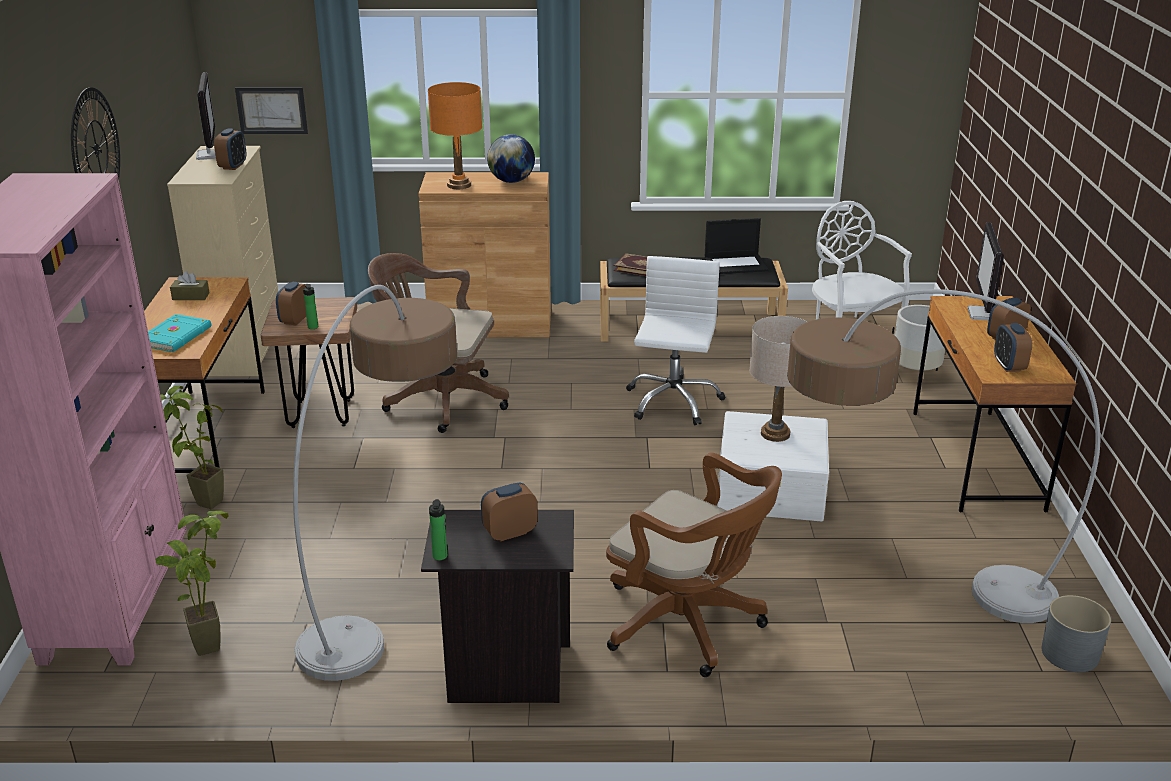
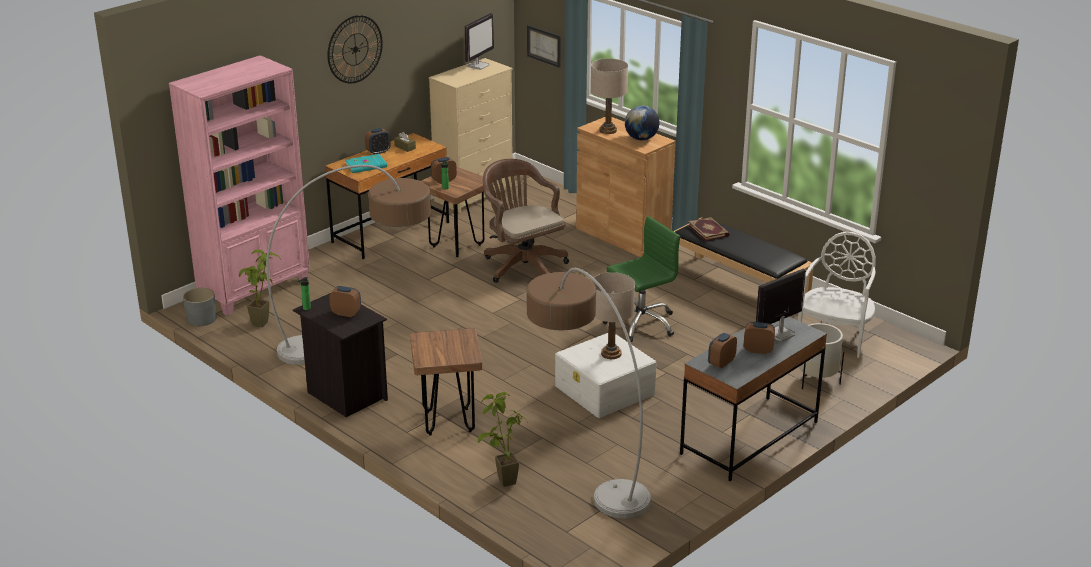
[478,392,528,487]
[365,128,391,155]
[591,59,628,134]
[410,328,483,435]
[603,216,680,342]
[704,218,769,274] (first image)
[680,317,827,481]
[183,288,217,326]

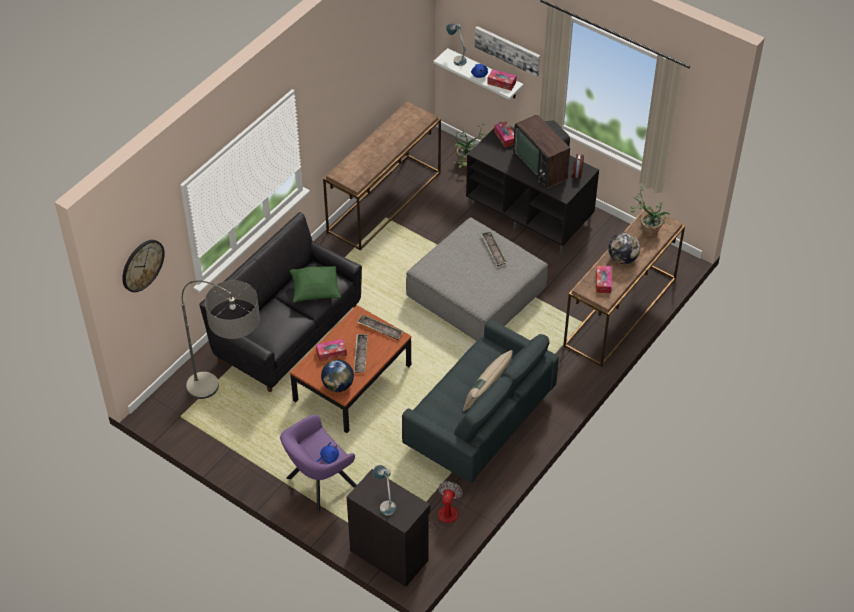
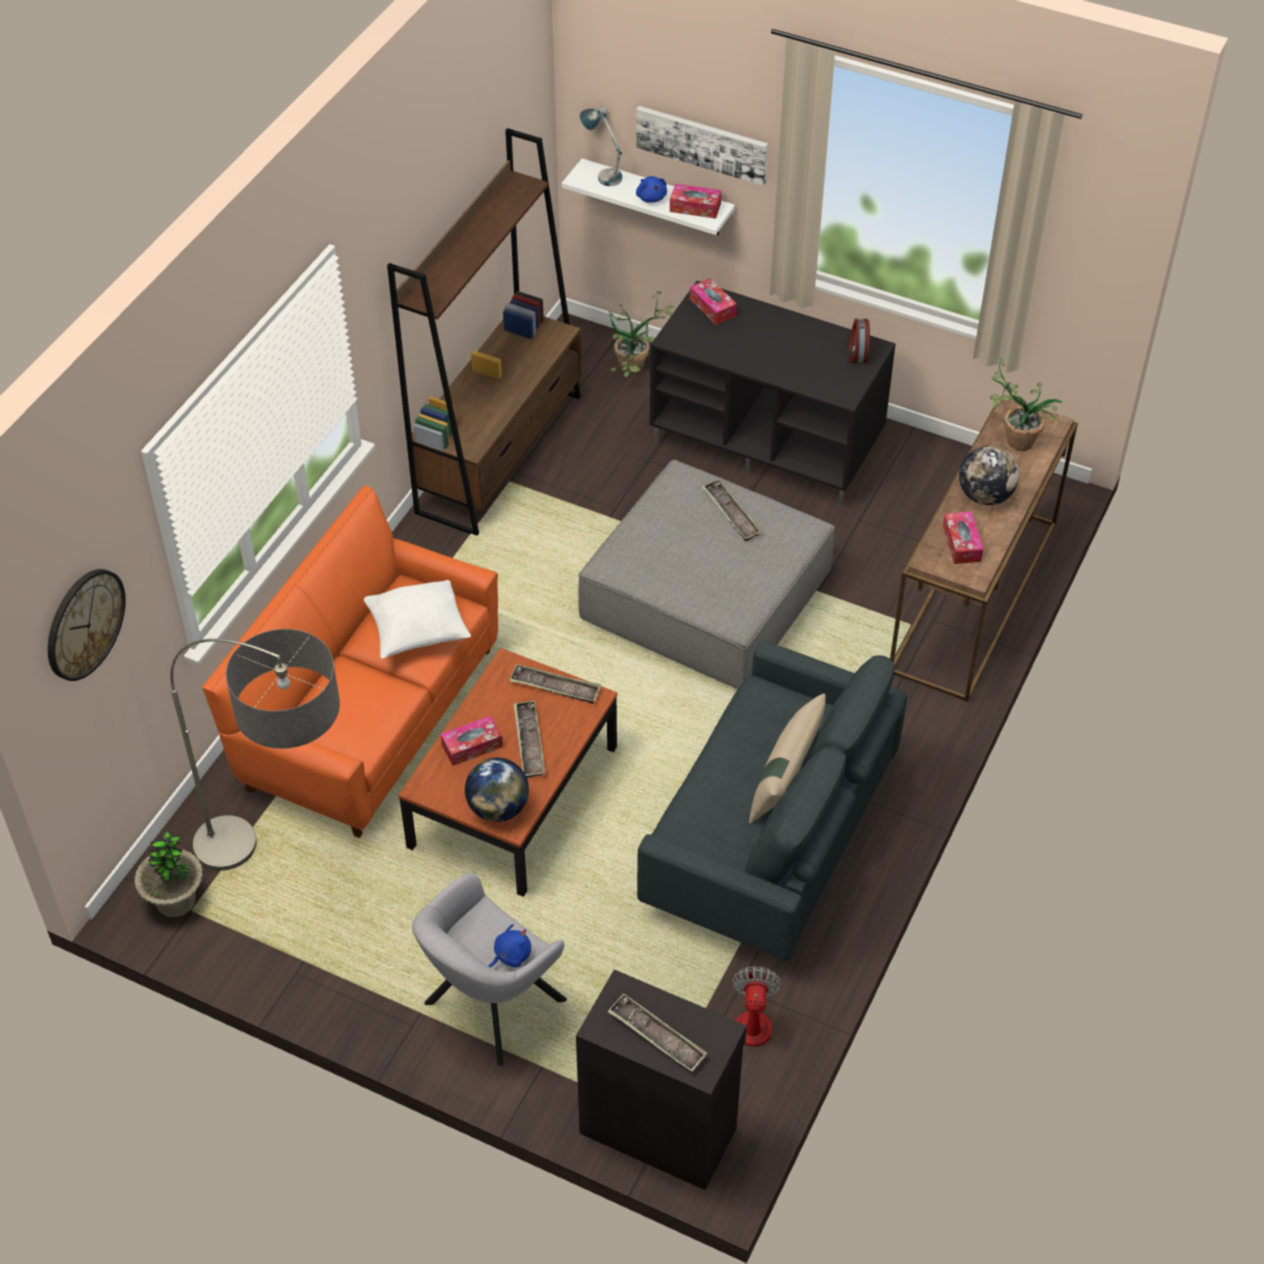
[202,486,498,838]
[412,873,567,1066]
[364,580,471,659]
[387,128,582,536]
[607,993,708,1073]
[513,115,570,188] (first image)
[134,831,203,917]

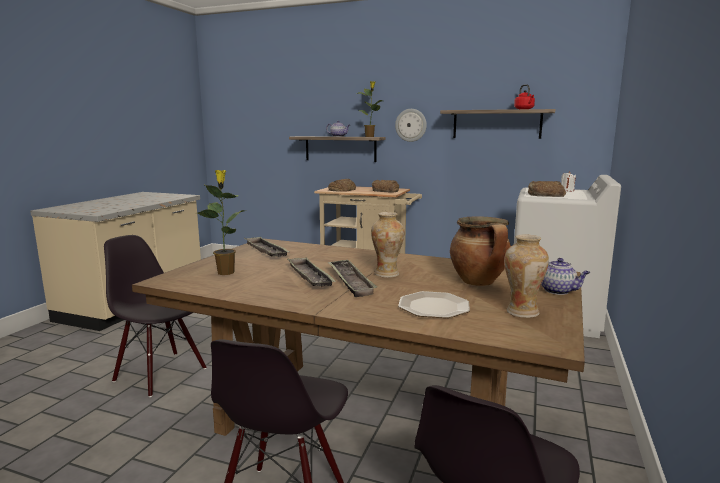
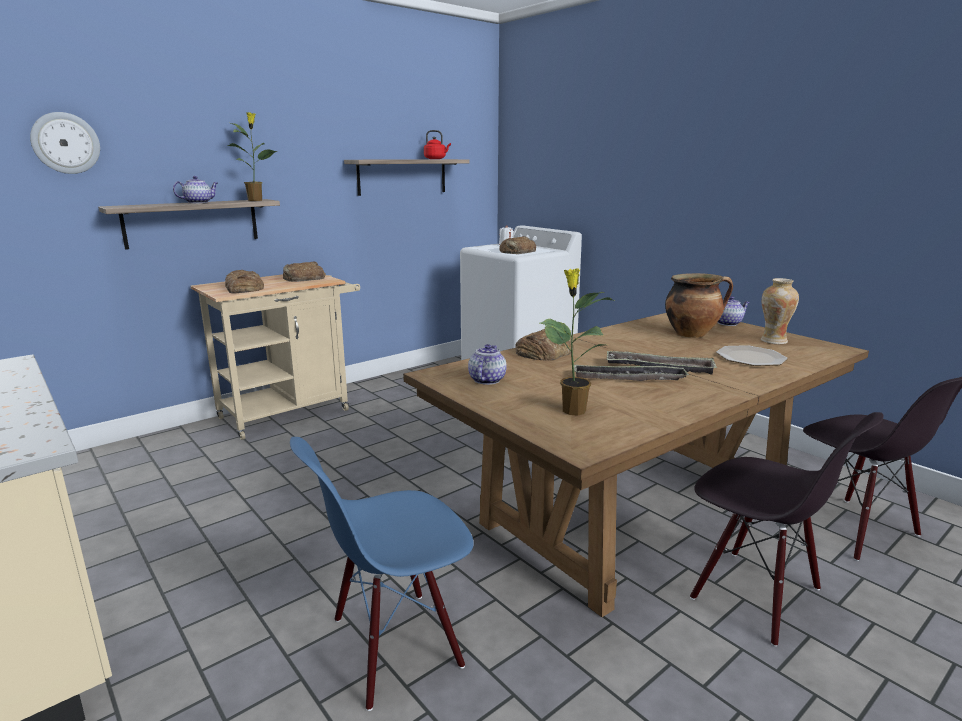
[290,437,474,711]
[468,344,507,385]
[371,212,405,278] (first image)
[30,112,100,174]
[515,329,573,360]

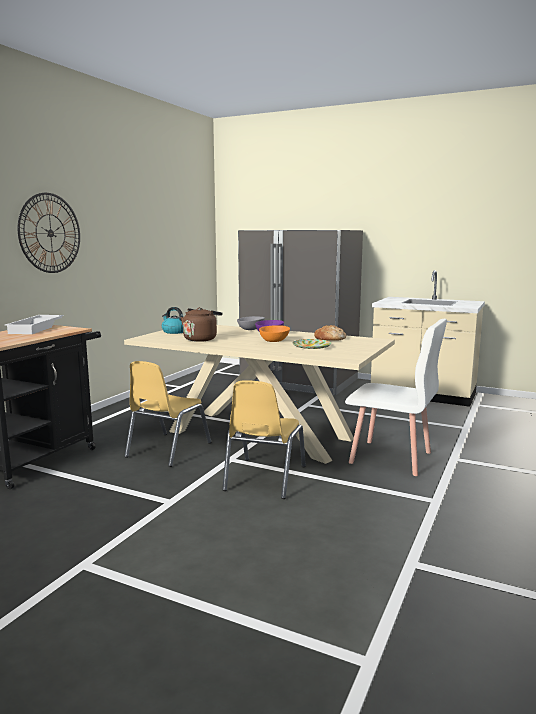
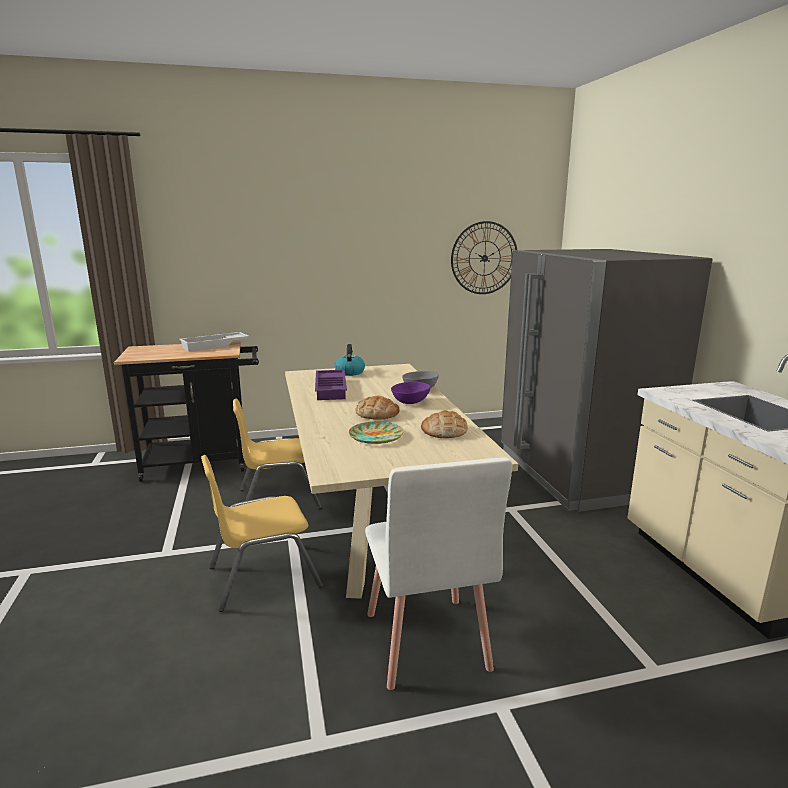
[451,221,517,294]
[315,370,347,400]
[356,395,400,420]

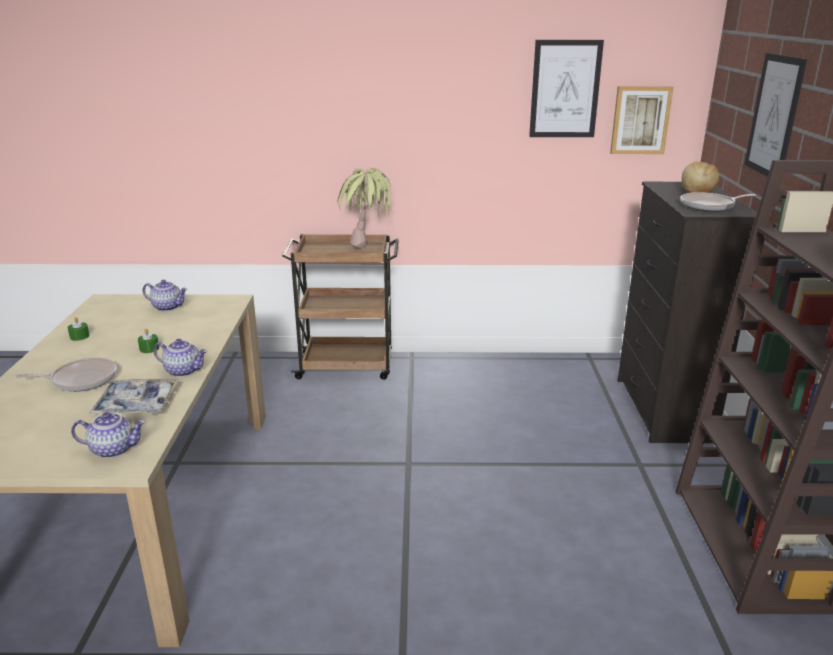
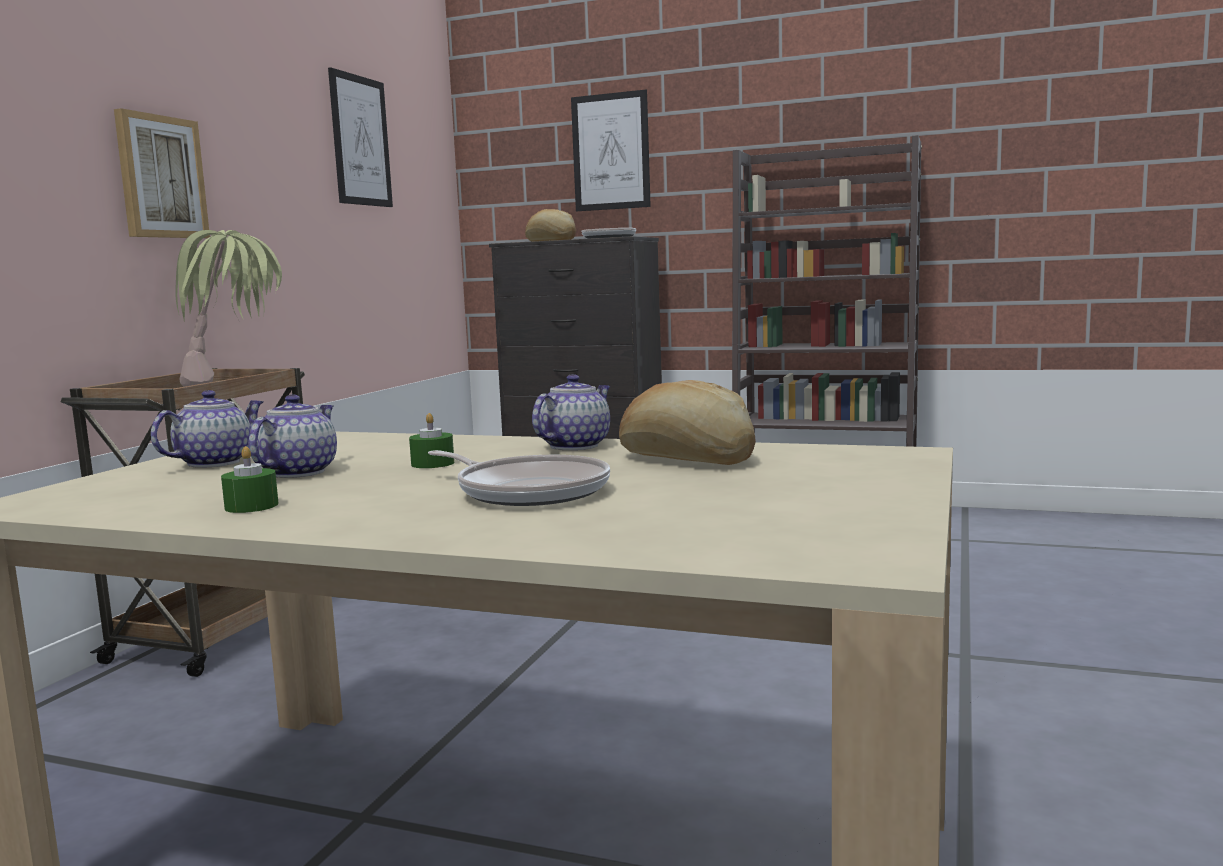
[428,450,610,506]
[248,395,337,478]
[619,380,756,465]
[114,108,210,238]

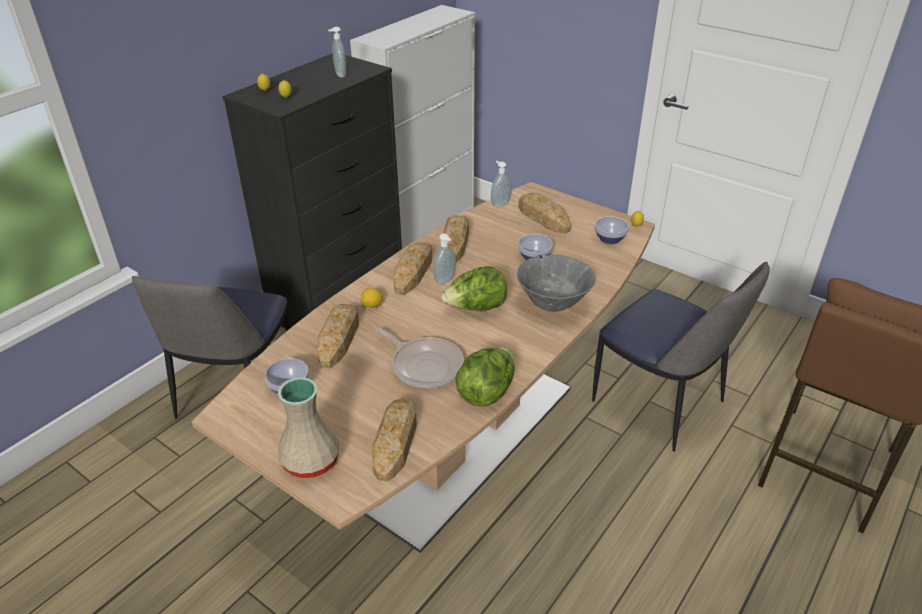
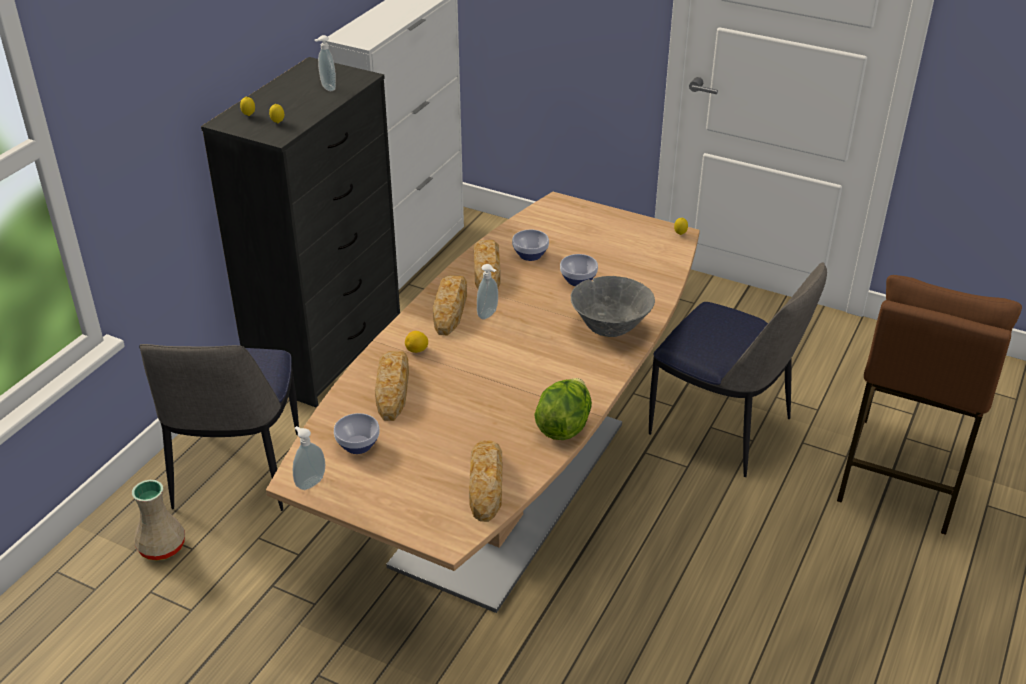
[132,480,185,560]
[375,328,464,388] (first image)
[441,266,507,311] (first image)
[293,426,325,490]
[518,193,571,234] (first image)
[512,230,549,261]

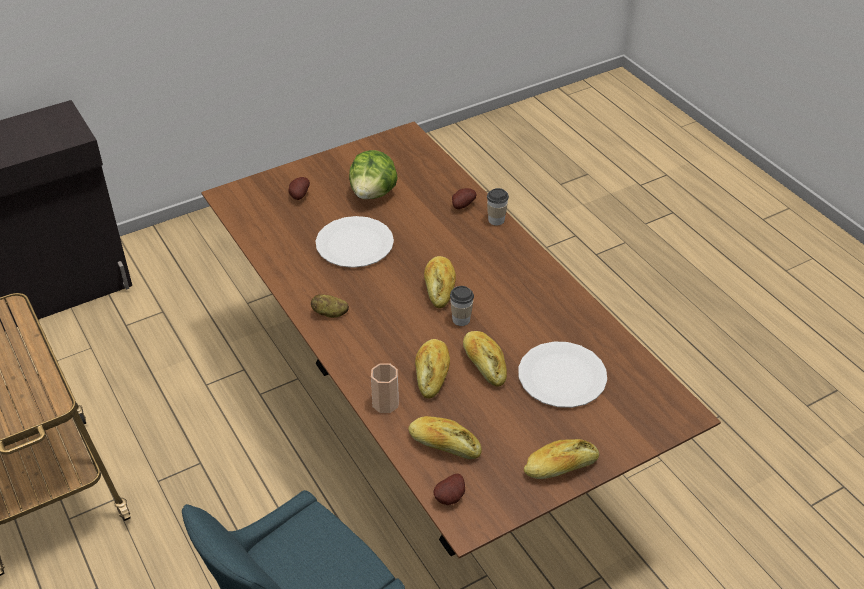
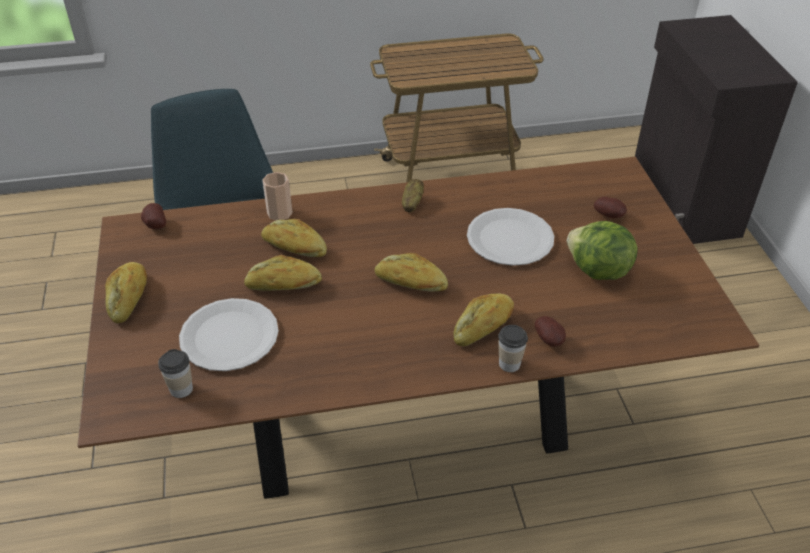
[454,294,514,346]
[158,349,193,398]

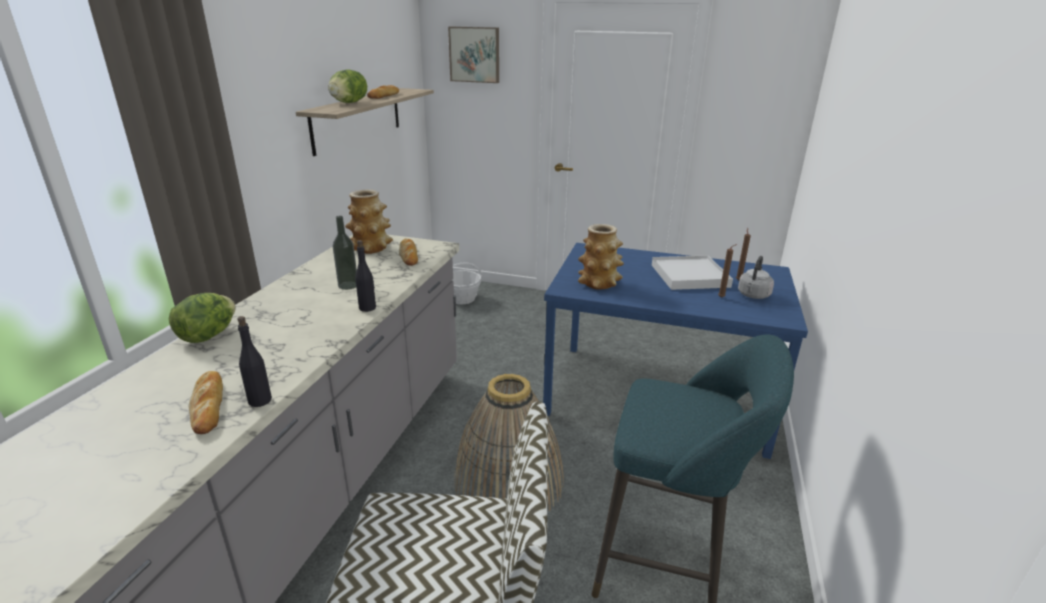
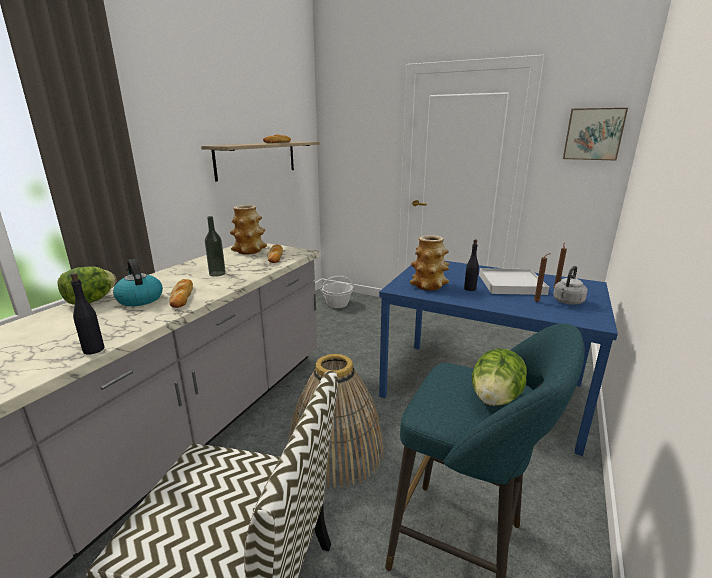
[169,279,193,308]
[472,348,527,406]
[464,239,479,291]
[563,108,628,161]
[113,259,163,306]

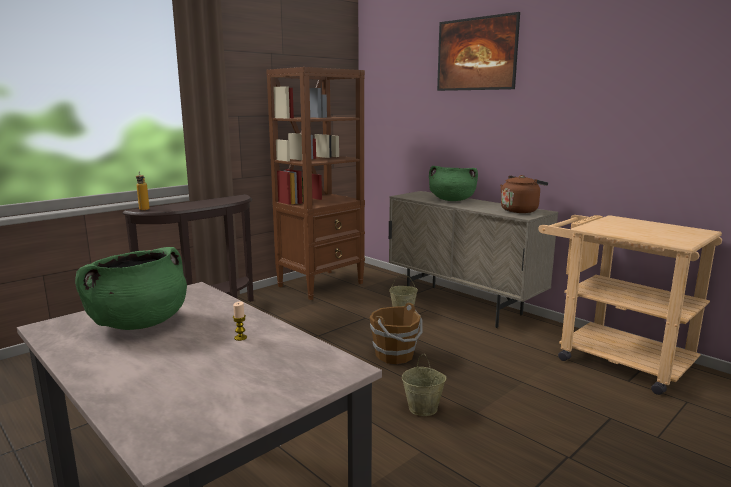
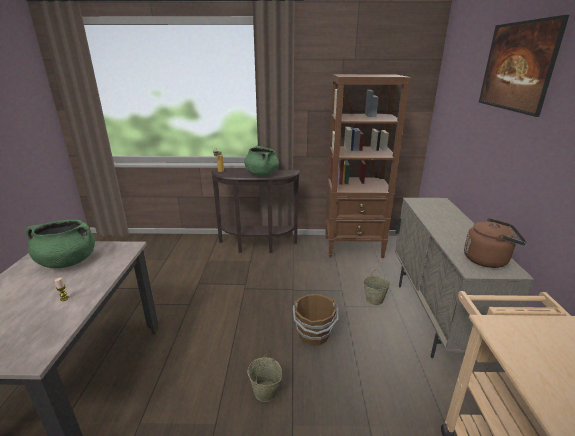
[244,146,279,176]

